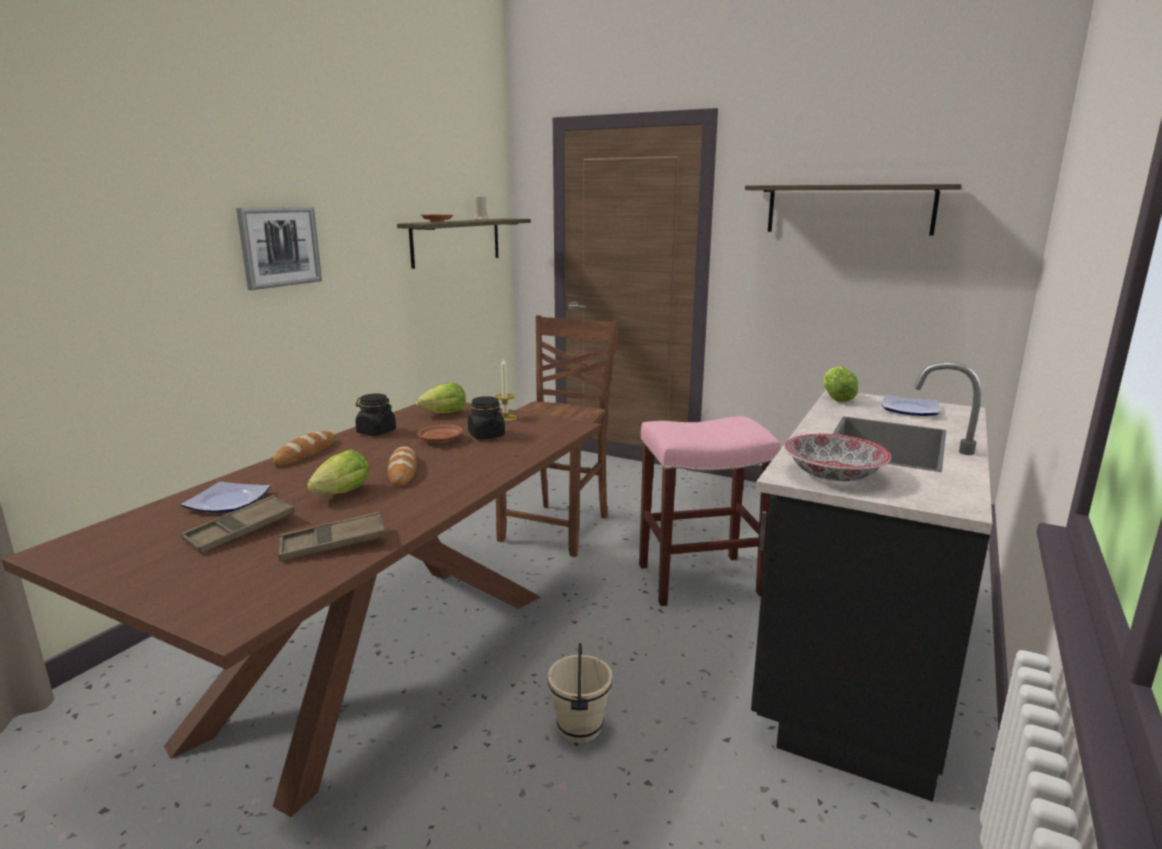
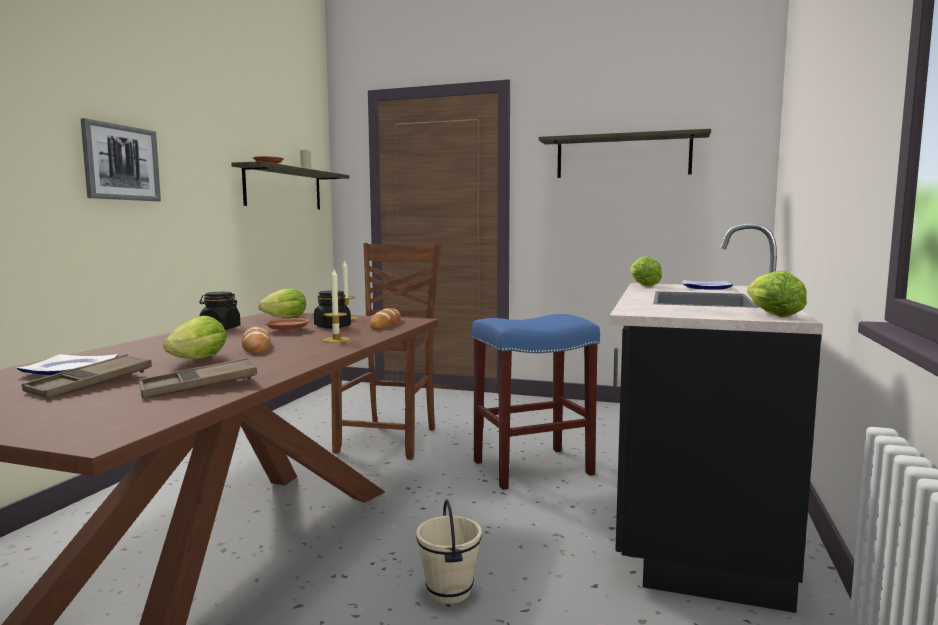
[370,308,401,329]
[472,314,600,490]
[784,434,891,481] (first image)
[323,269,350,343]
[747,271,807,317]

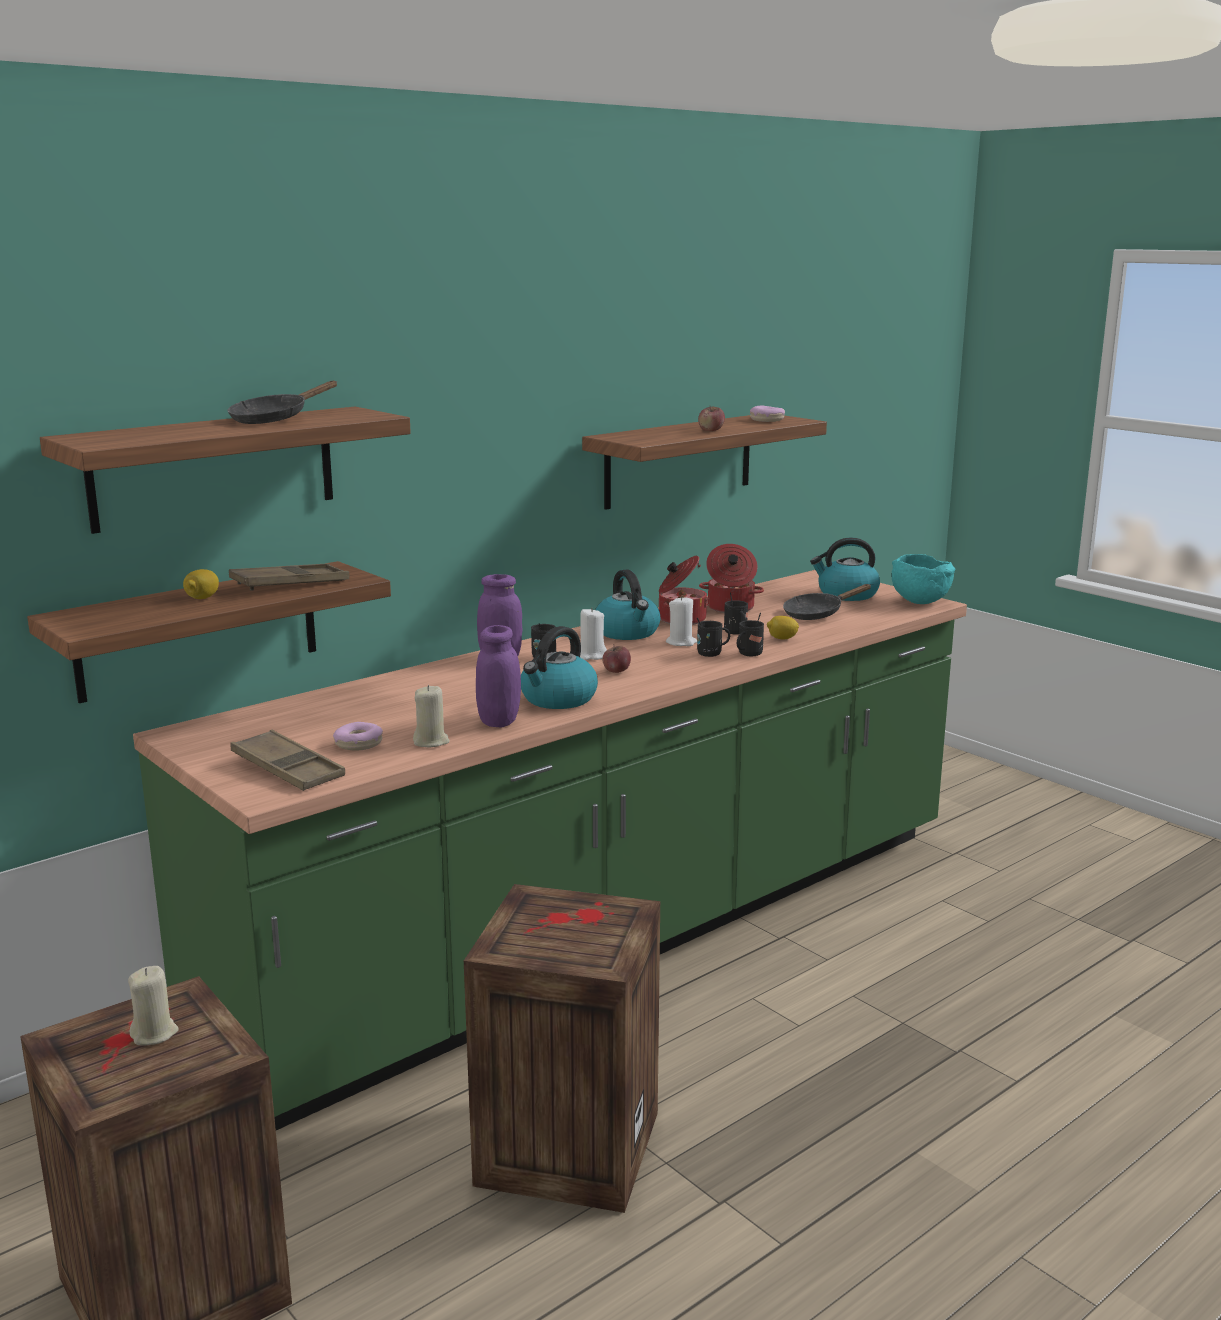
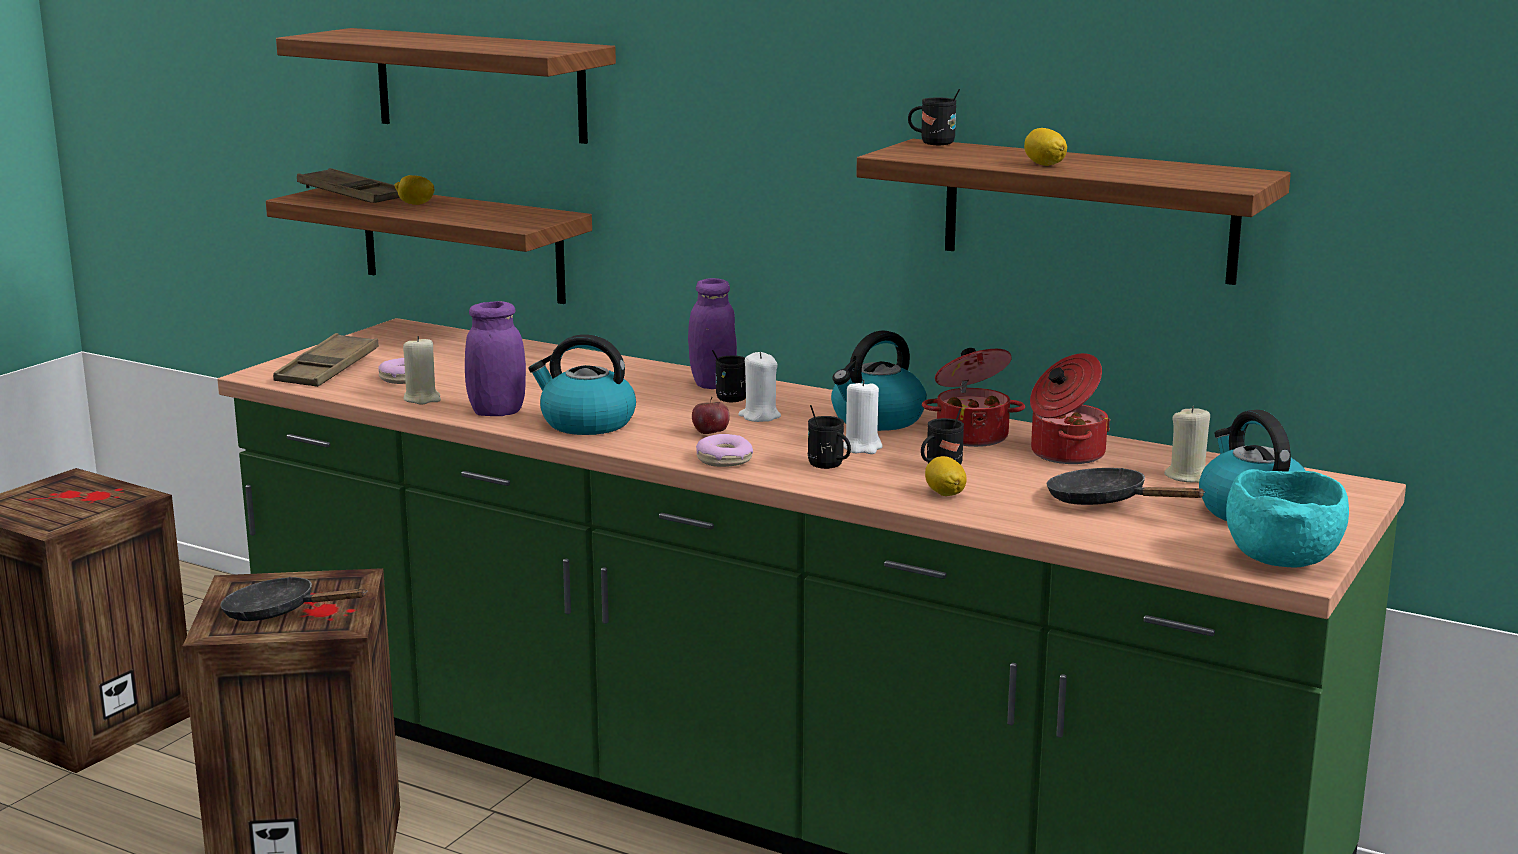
[1164,406,1210,483]
[220,577,367,621]
[297,168,400,203]
[1024,128,1067,166]
[908,89,960,145]
[696,434,753,467]

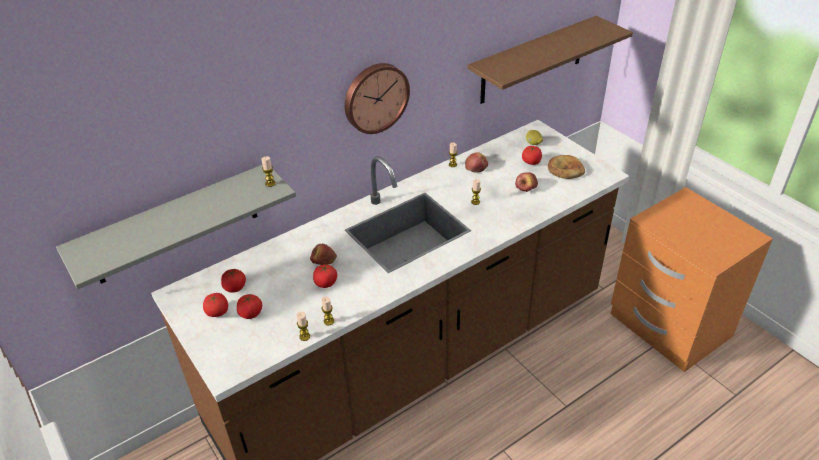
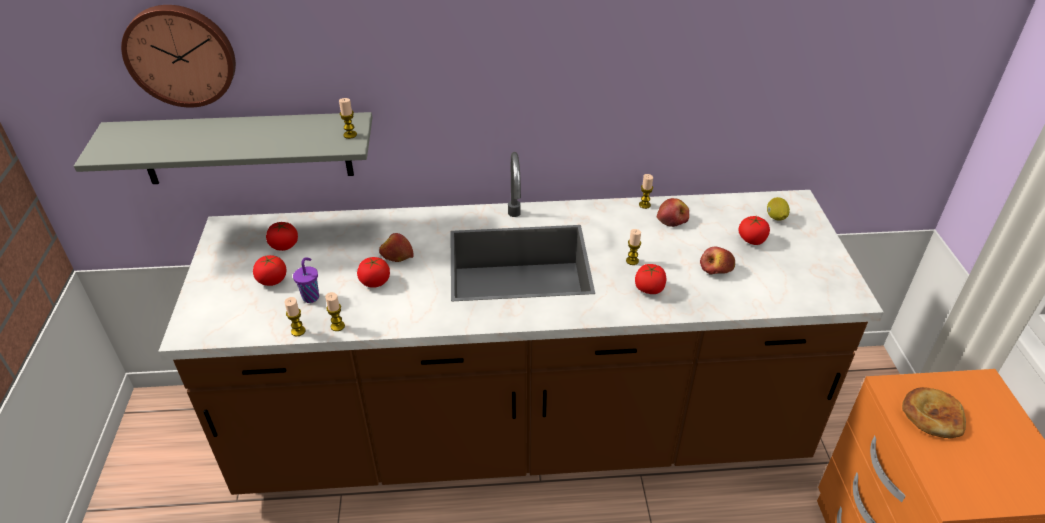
[635,264,666,294]
[121,5,236,108]
[468,16,633,104] (first image)
[902,387,966,438]
[293,257,319,303]

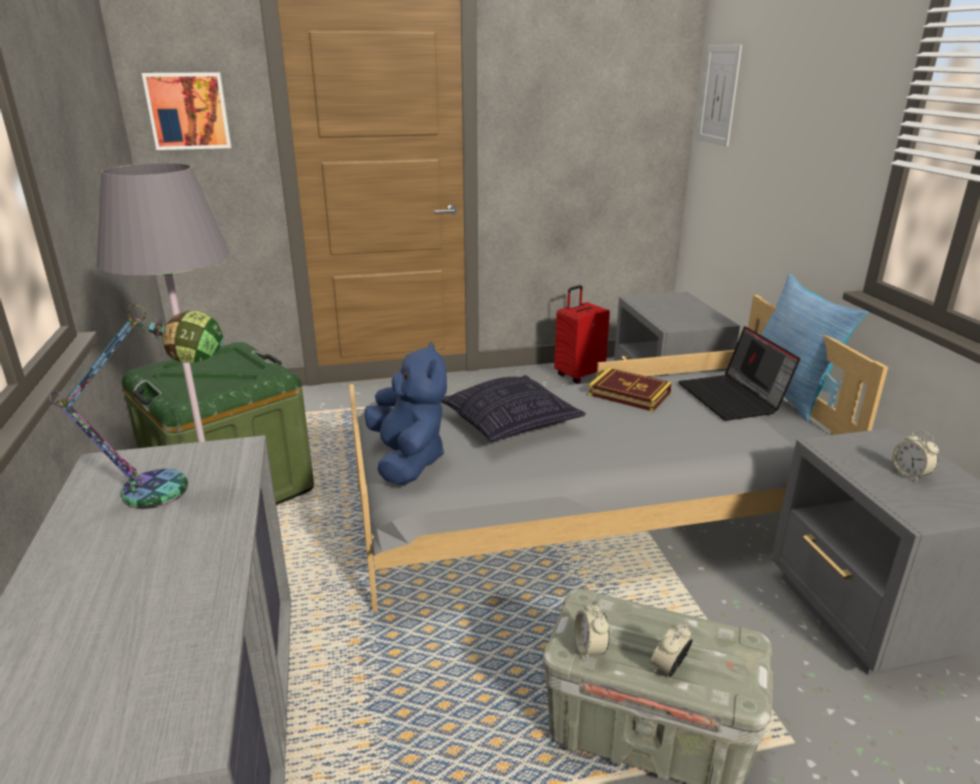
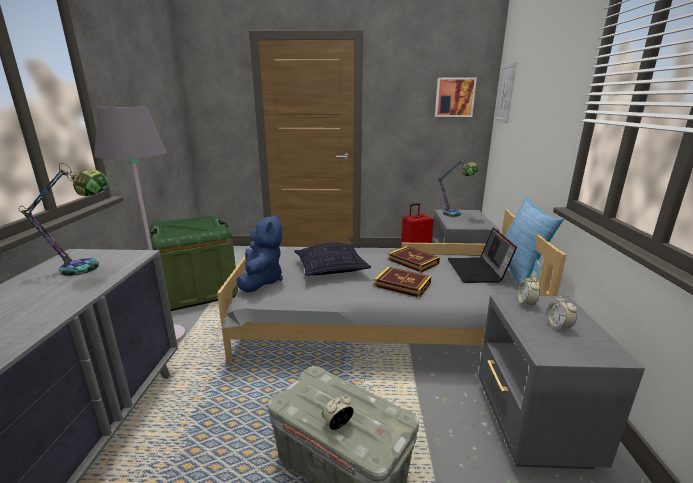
[435,78,477,117]
[517,275,540,307]
[374,267,431,298]
[438,157,479,217]

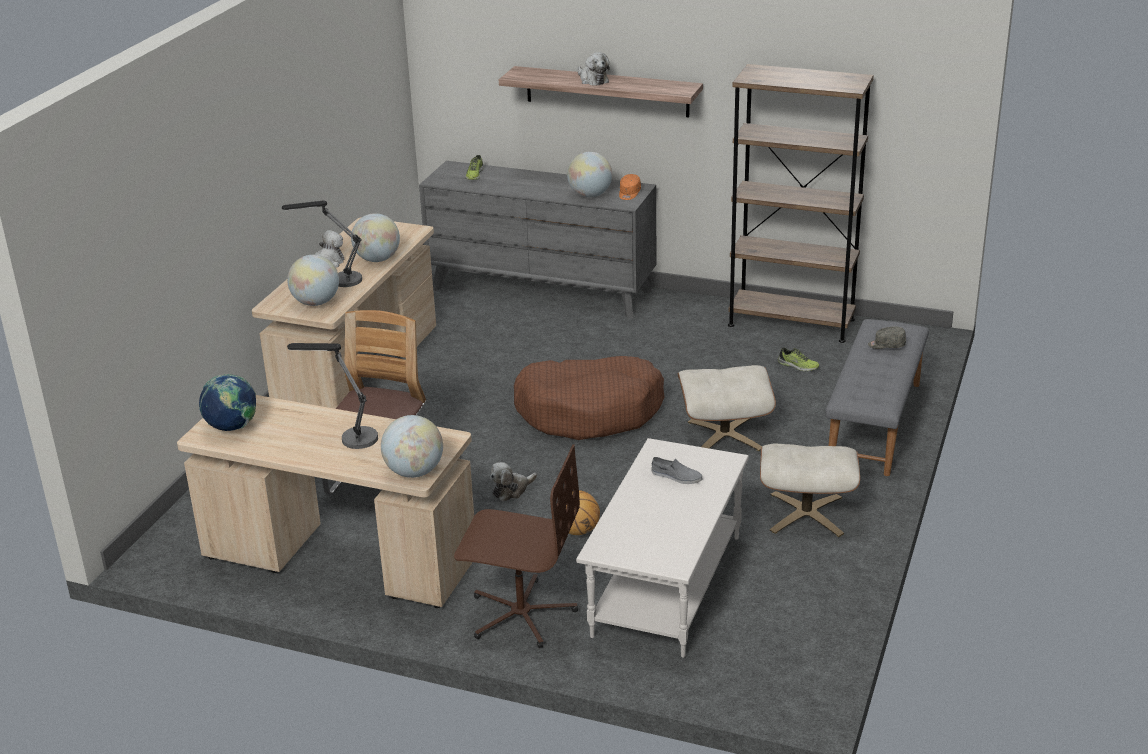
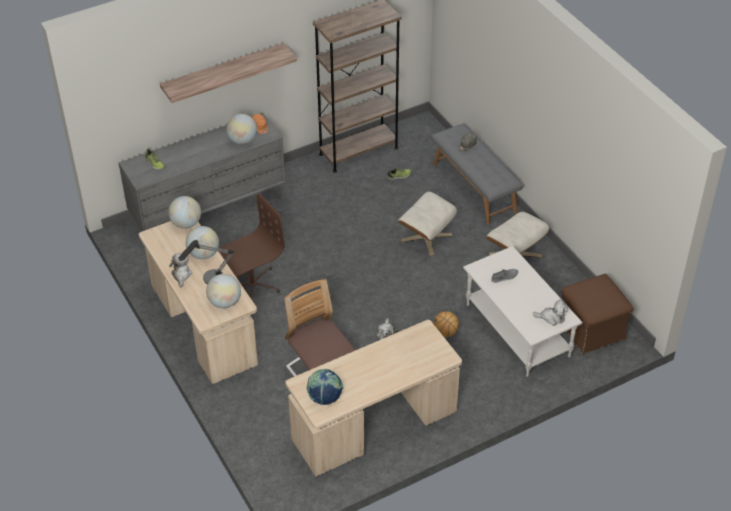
[287,343,378,449] (first image)
[168,196,201,229]
[219,194,285,300]
[514,356,665,440] (first image)
[533,300,568,326]
[561,274,634,354]

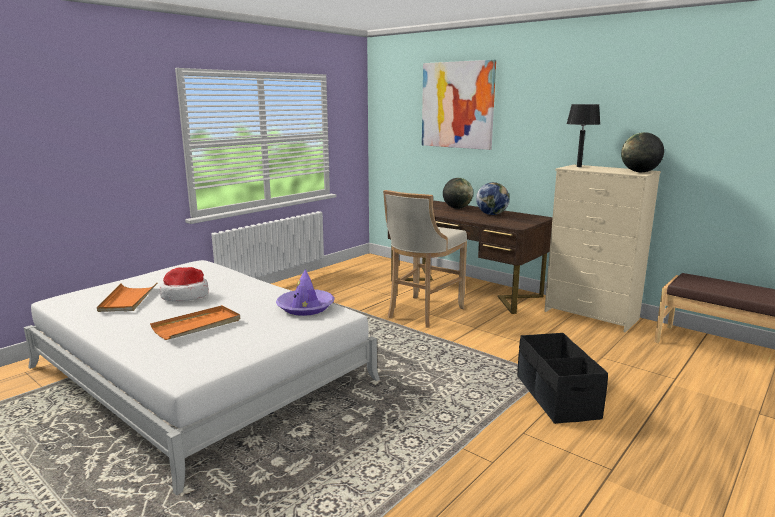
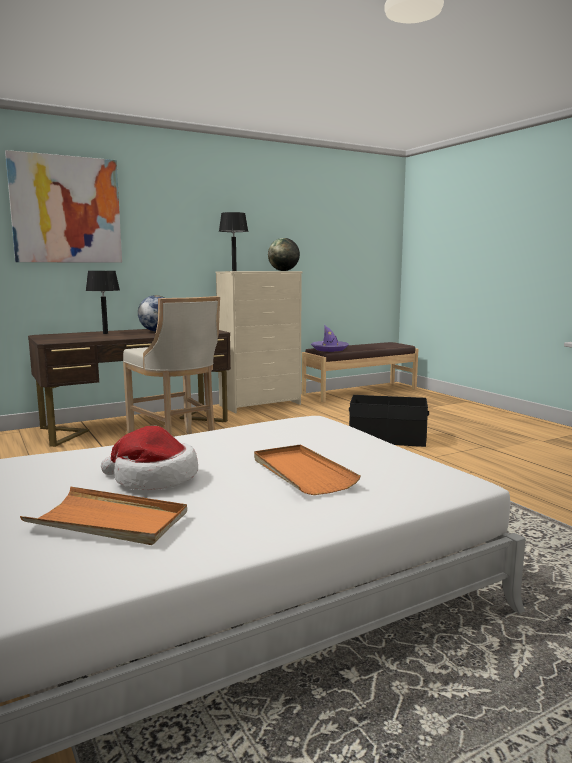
[311,326,349,352]
[86,271,120,334]

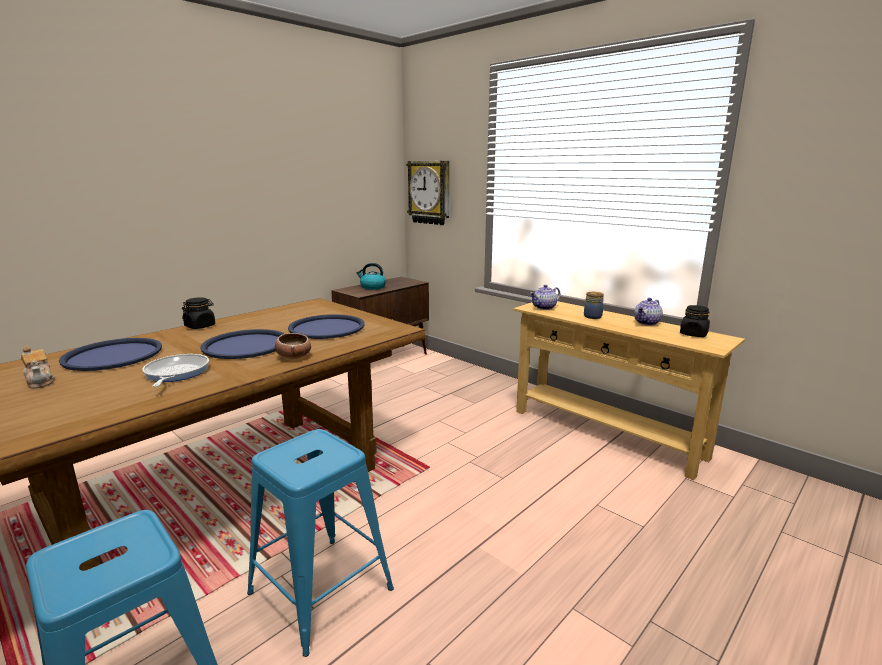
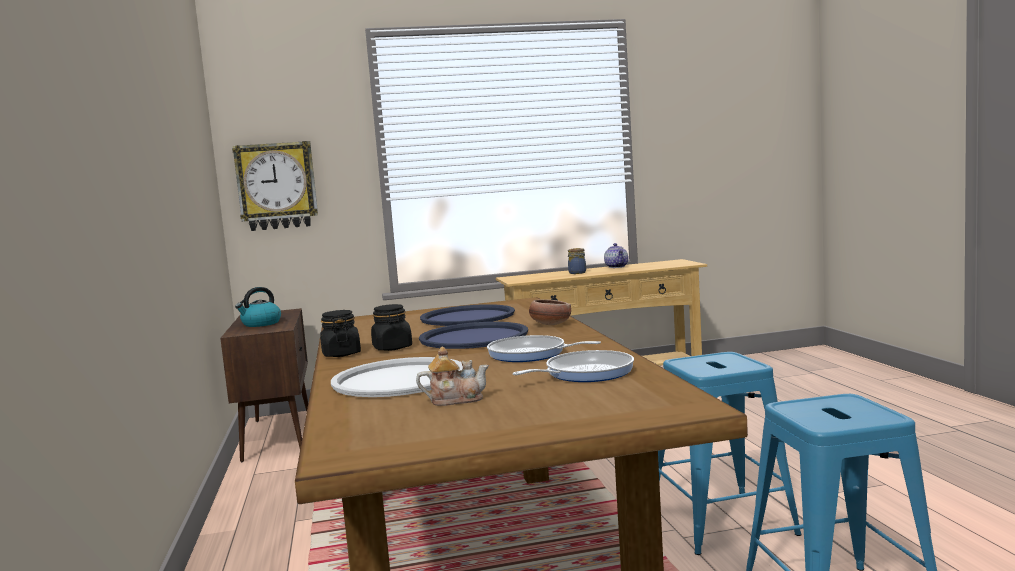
[331,357,463,397]
[530,285,560,310] (first image)
[371,304,412,351]
[512,350,634,382]

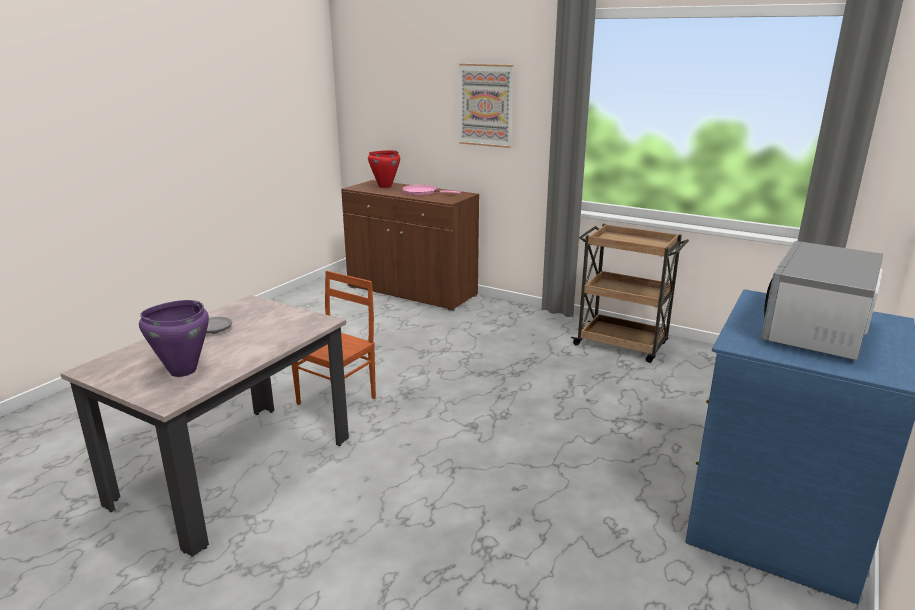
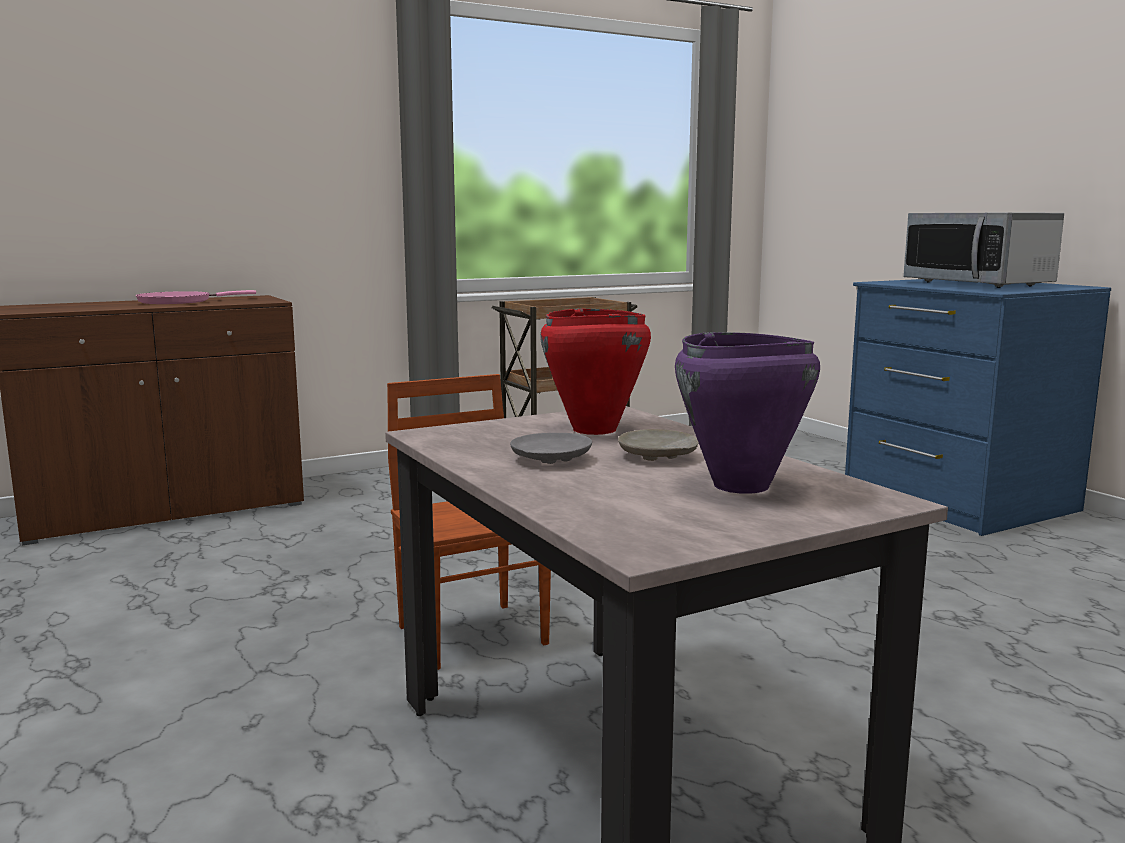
[540,308,651,435]
[459,64,513,148] (first image)
[618,429,699,461]

